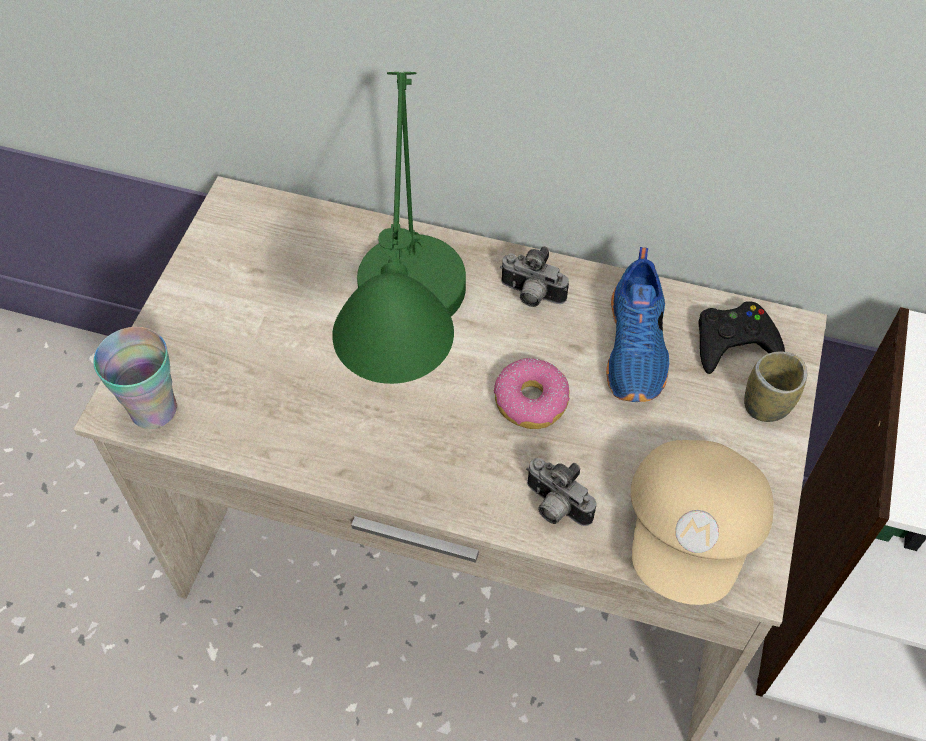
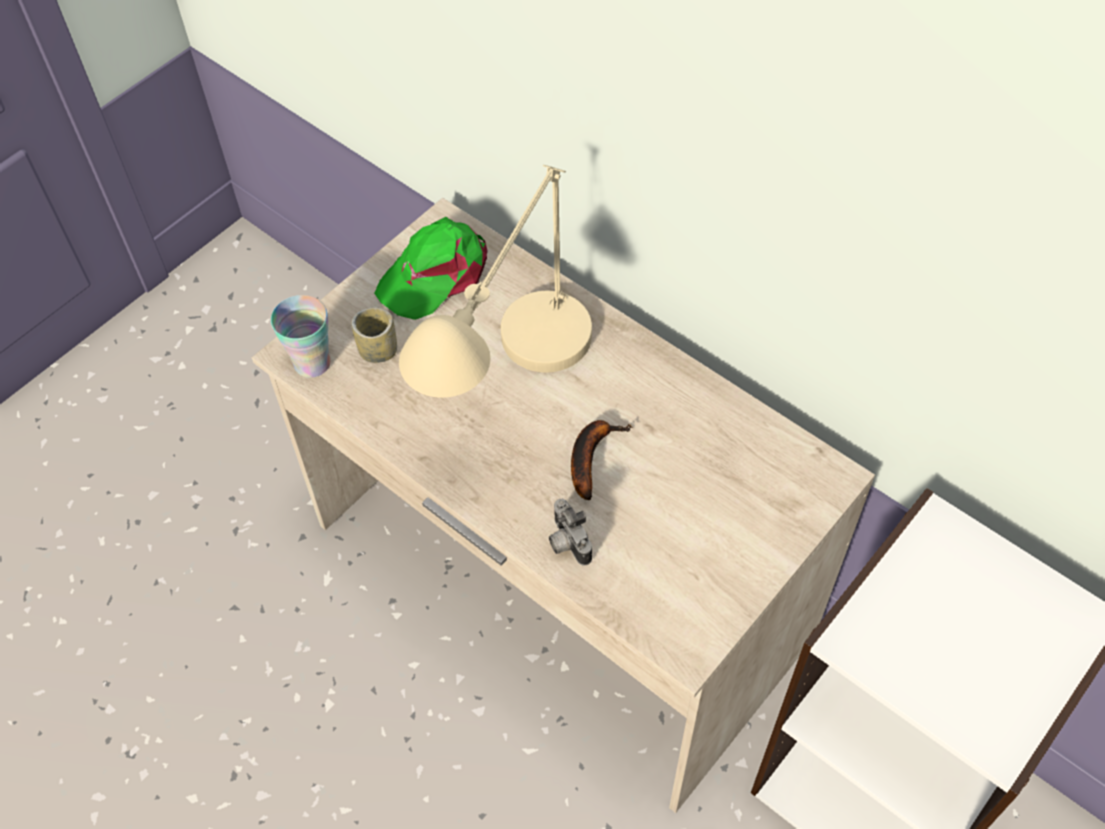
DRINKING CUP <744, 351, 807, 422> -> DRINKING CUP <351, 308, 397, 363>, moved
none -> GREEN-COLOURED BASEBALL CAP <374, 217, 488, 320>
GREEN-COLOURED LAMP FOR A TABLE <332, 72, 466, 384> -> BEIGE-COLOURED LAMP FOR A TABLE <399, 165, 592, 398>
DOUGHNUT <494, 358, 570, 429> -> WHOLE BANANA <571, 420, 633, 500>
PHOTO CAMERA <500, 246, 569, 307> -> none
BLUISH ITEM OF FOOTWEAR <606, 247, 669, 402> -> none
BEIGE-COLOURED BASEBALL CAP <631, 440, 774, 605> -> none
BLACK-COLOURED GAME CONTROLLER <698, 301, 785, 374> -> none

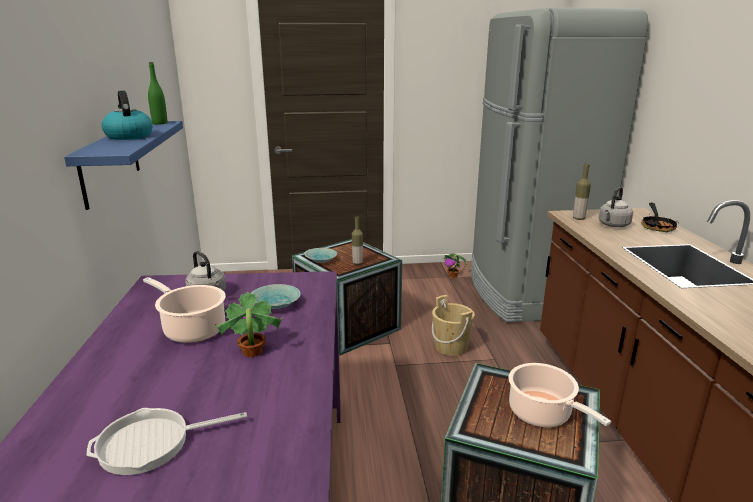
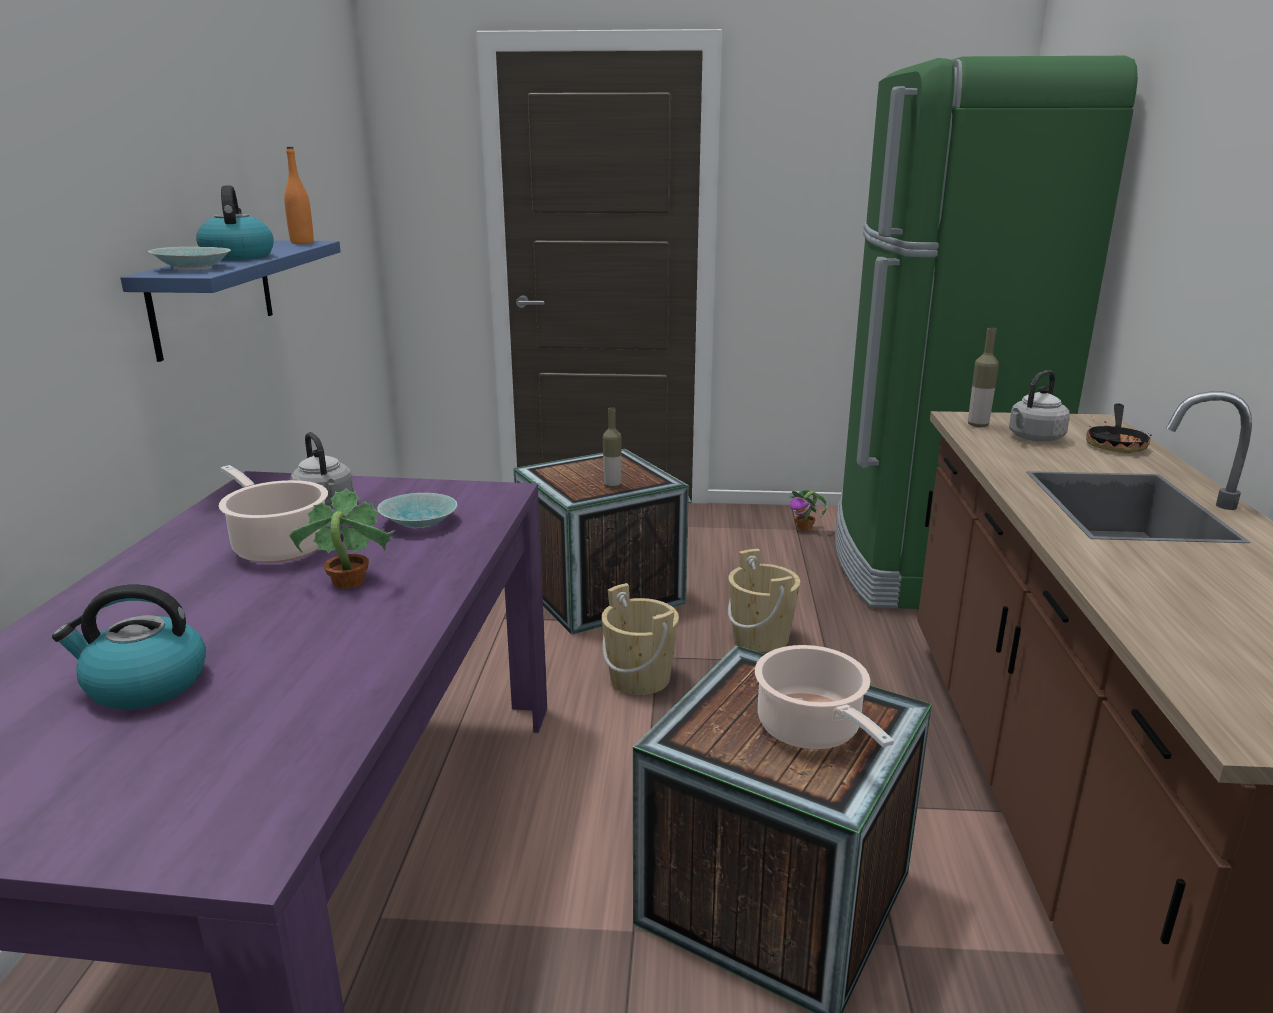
FRYING PAN <87, 408, 247, 475> -> WATER KETTLE <52, 584, 206, 709>
TURQUOISE-COLOURED SERVING BOWL <304, 248, 337, 263> -> TURQUOISE-COLOURED SERVING BOWL <148, 247, 231, 270>, moved
GREEN-COLOURED BOTTLE <148, 62, 167, 125> -> ORANGEY BOTTLE <284, 147, 314, 244>
none -> BEIGE-COLOURED PAIL <601, 583, 679, 695>
GREY REFRIGERATOR <471, 8, 648, 323> -> GREEN-COLOURED REFRIGERATOR <835, 56, 1138, 609>

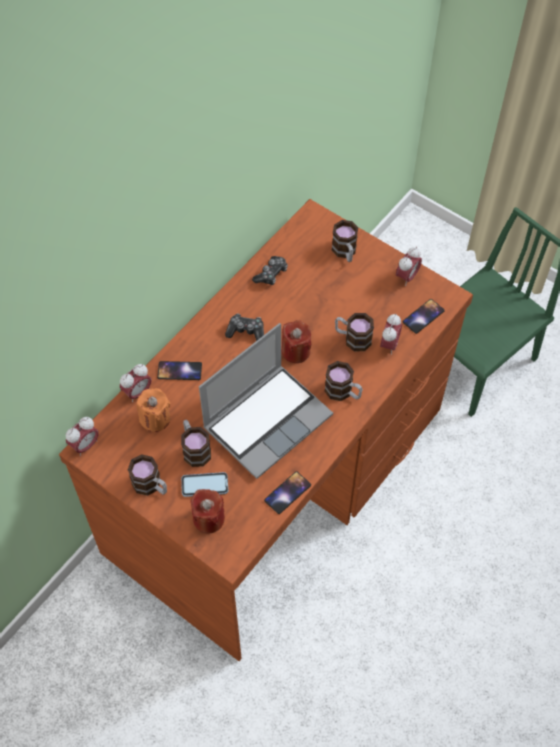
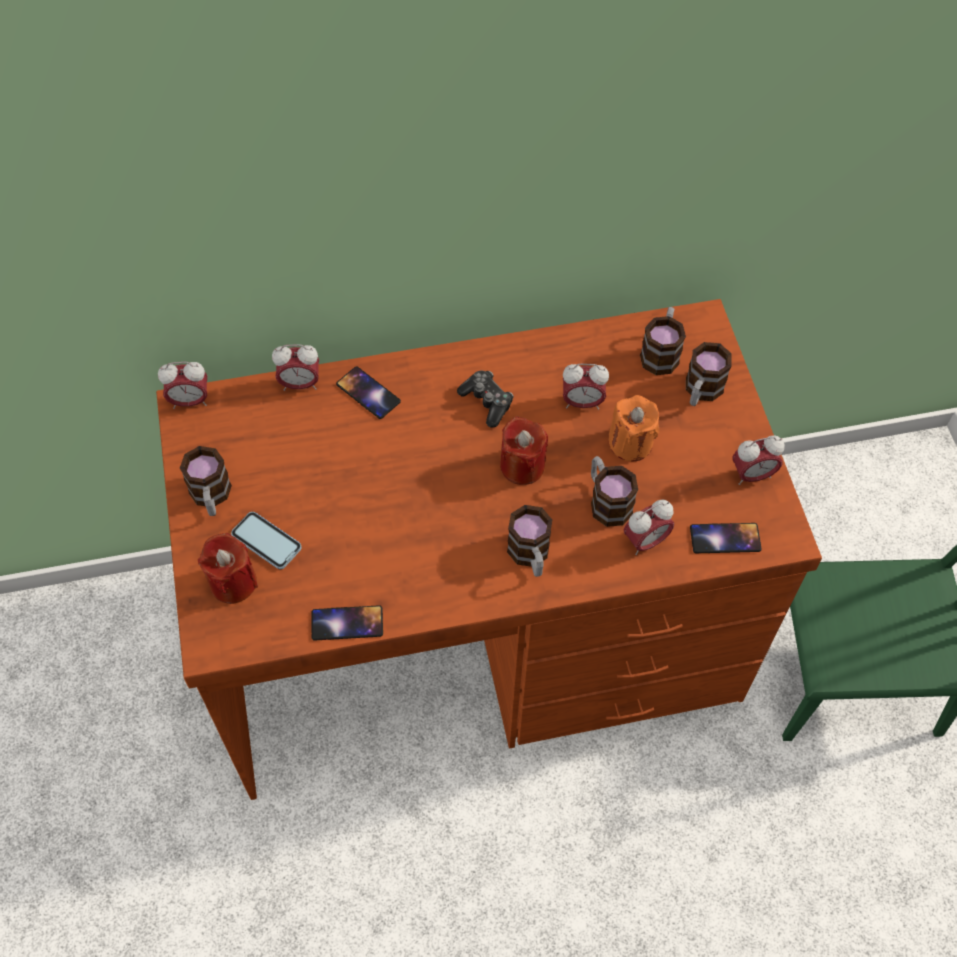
none -> TABLE CLOCK <563, 364, 609, 410>
ORANGEY CANDLE <137, 388, 170, 432> -> ORANGEY CANDLE <609, 395, 659, 461>, moved
MUG <181, 420, 211, 467> -> MUG <640, 307, 686, 375>, moved
LAPTOP <199, 323, 333, 479> -> none
GAME CONTROLLER <252, 256, 288, 285> -> none

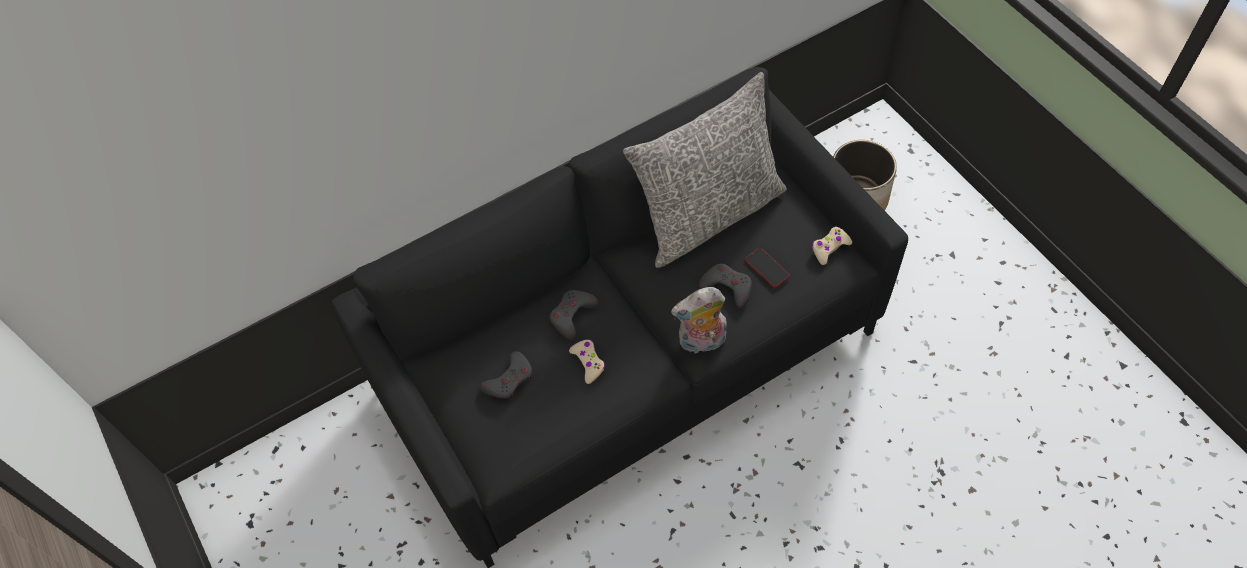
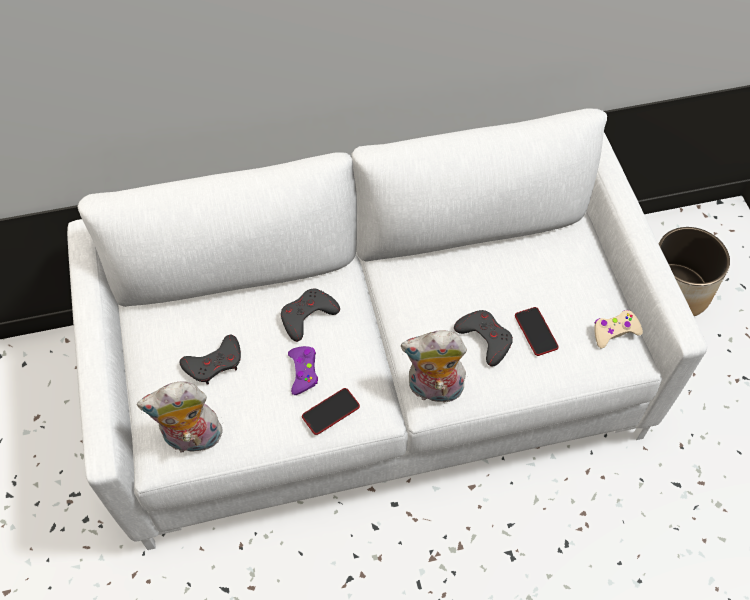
BLACK-COLOURED SETTEE <332, 67, 908, 568> -> WHITISH SETTEE <67, 108, 707, 550>
none -> CUDDLY TOY <137, 381, 223, 452>
BEIGE-COLOURED GAME CONTROLLER <569, 340, 605, 384> -> PURPLE GAME CONTROLLER <288, 346, 318, 395>
none -> TELEPHONE <302, 388, 360, 435>
GREY PILLOW <623, 72, 787, 268> -> none

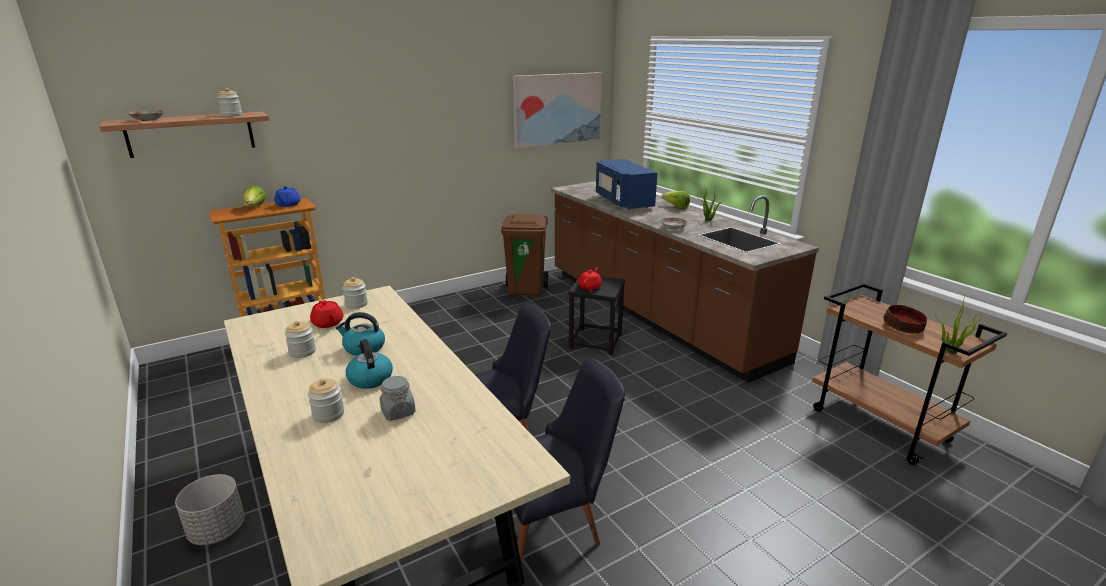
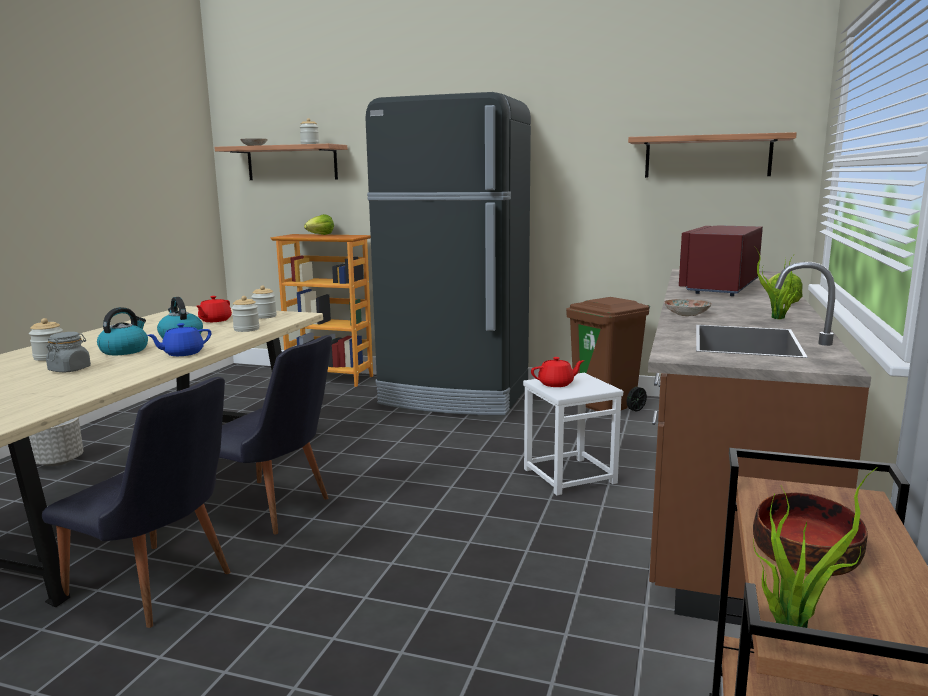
BLUISH POT FOR TEA <274, 186, 301, 207> -> BLUISH POT FOR TEA <147, 323, 211, 356>, moved
JAR <285, 321, 316, 358> -> JAR <232, 296, 259, 332>, moved
none -> BLACK-COLOURED REFRIGERATOR <365, 92, 531, 415>
BLACK-COLOURED SITTING STOOL <568, 276, 625, 355> -> WHITISH SITTING STOOL <523, 373, 623, 496>
WALL PICTURE <513, 72, 602, 148> -> BRACKET SHELF <628, 132, 797, 178>
BLUISH MICROWAVE <596, 159, 657, 210> -> RED MICROWAVE <679, 225, 763, 296>

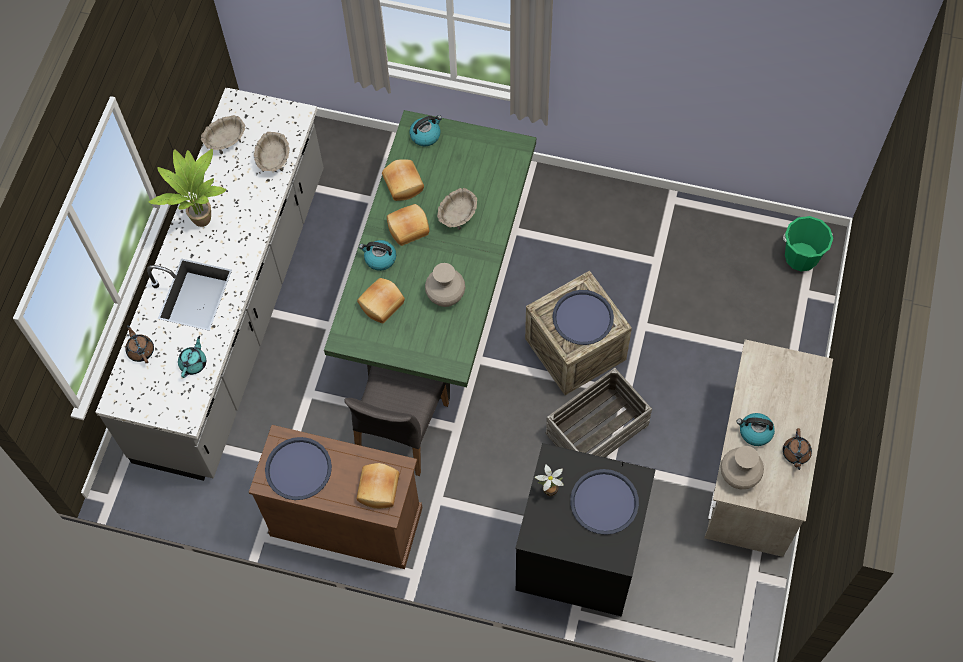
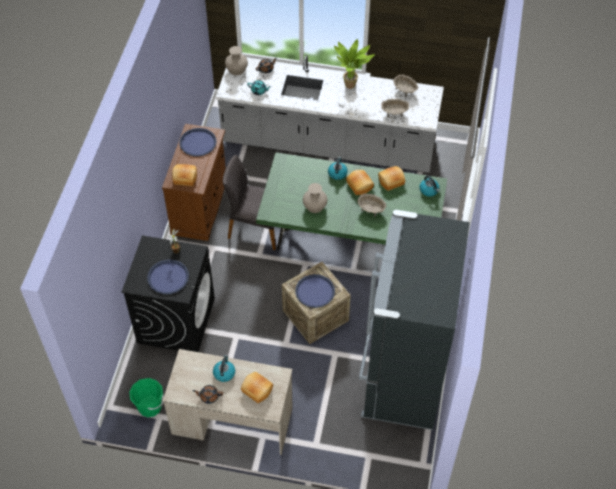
GREEN-COLOURED PAIL <783, 216, 833, 272> -> GREEN-COLOURED PAIL <129, 378, 164, 417>, moved
BEIGE-COLOURED VASE <720, 446, 764, 489> -> BEIGE-COLOURED VASE <225, 46, 248, 75>, moved
BREAD <357, 278, 405, 323> -> BREAD <241, 372, 273, 403>, moved
none -> BLACK-COLOURED REFRIGERATOR <359, 210, 470, 430>
SHIPPING CRATE <545, 368, 652, 457> -> none

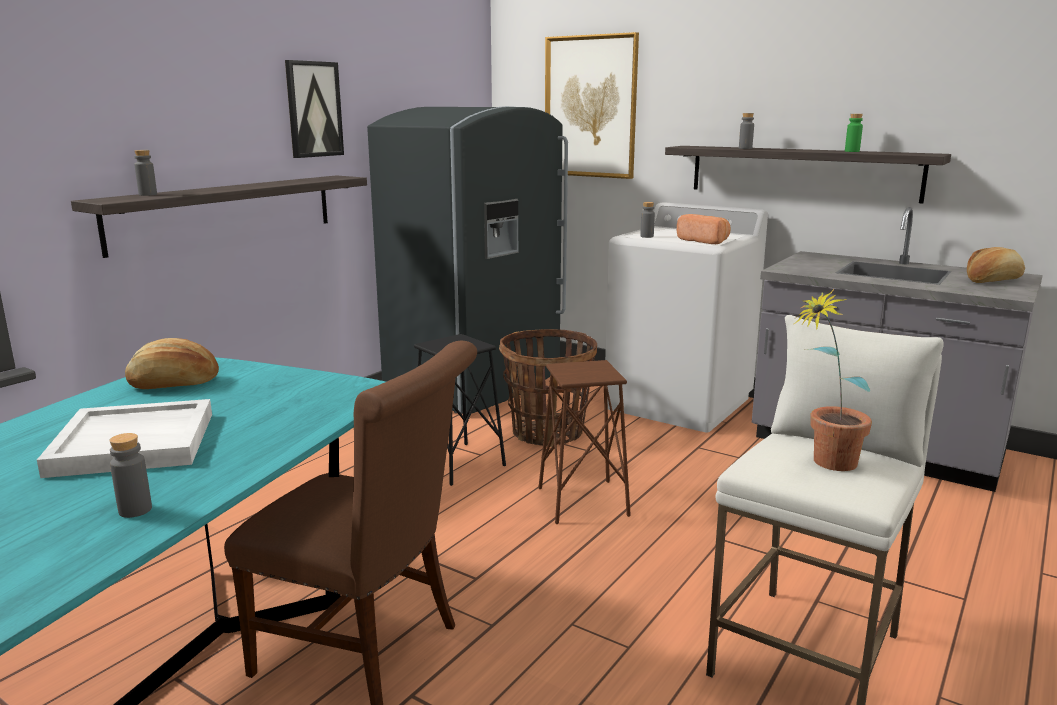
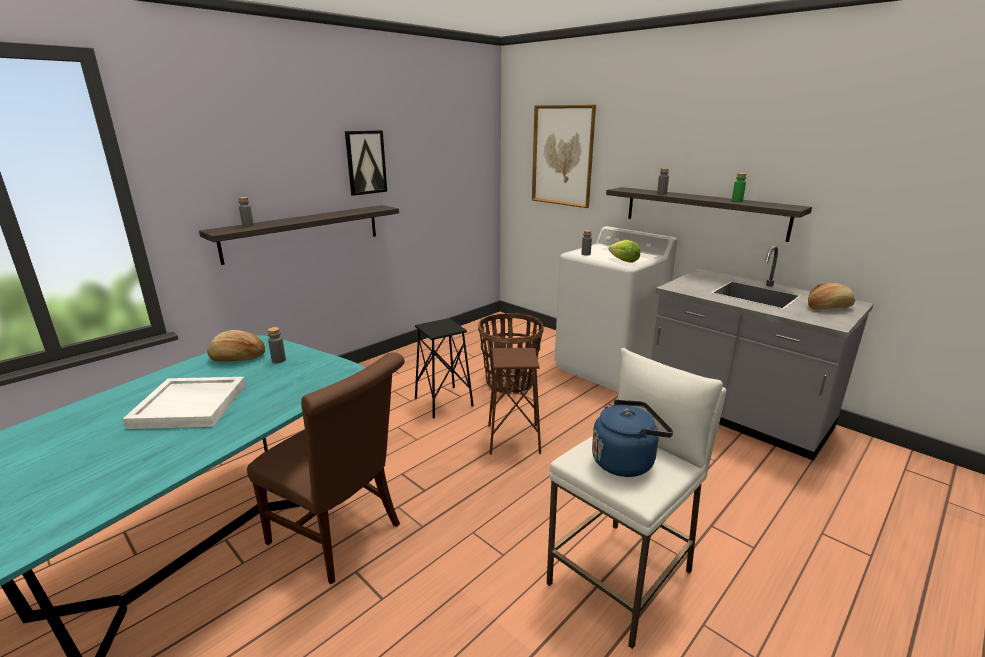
GREY BOTTLE <109, 433, 152, 518> -> GREY BOTTLE <268, 327, 286, 363>, moved
PLANT IN A POT <794, 289, 872, 471> -> BLUISH WATER KETTLE <592, 399, 673, 477>
BREAD <677, 214, 730, 244> -> LETTUCE HEAD <609, 240, 640, 263>
GREY REFRIGERATOR <367, 106, 568, 414> -> none

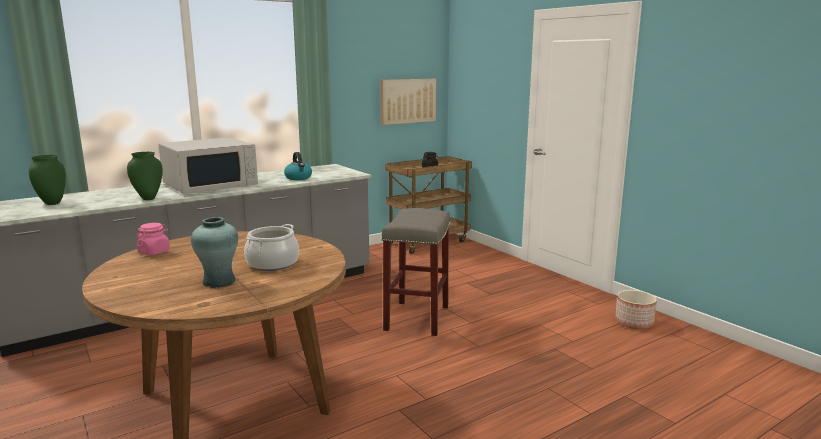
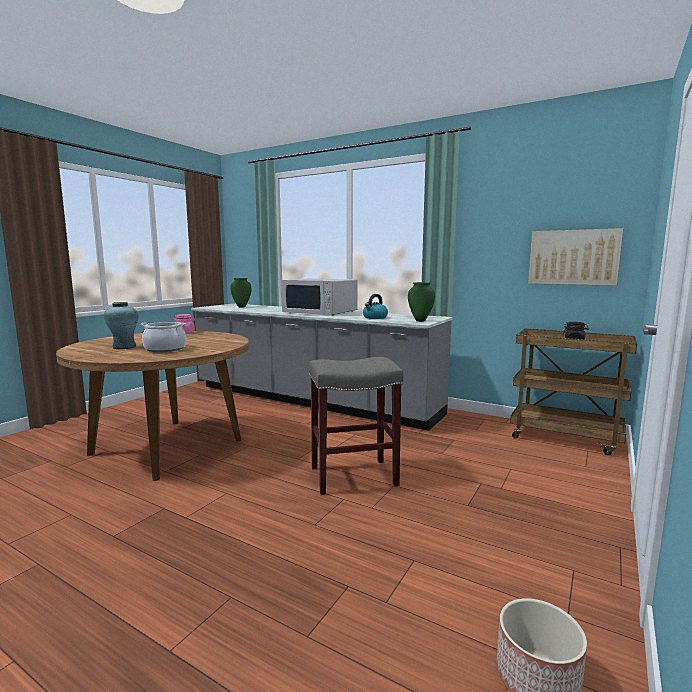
GREEN-COLOURED VASE <127, 152, 163, 200> -> GREEN-COLOURED VASE <408, 282, 435, 322>, moved

